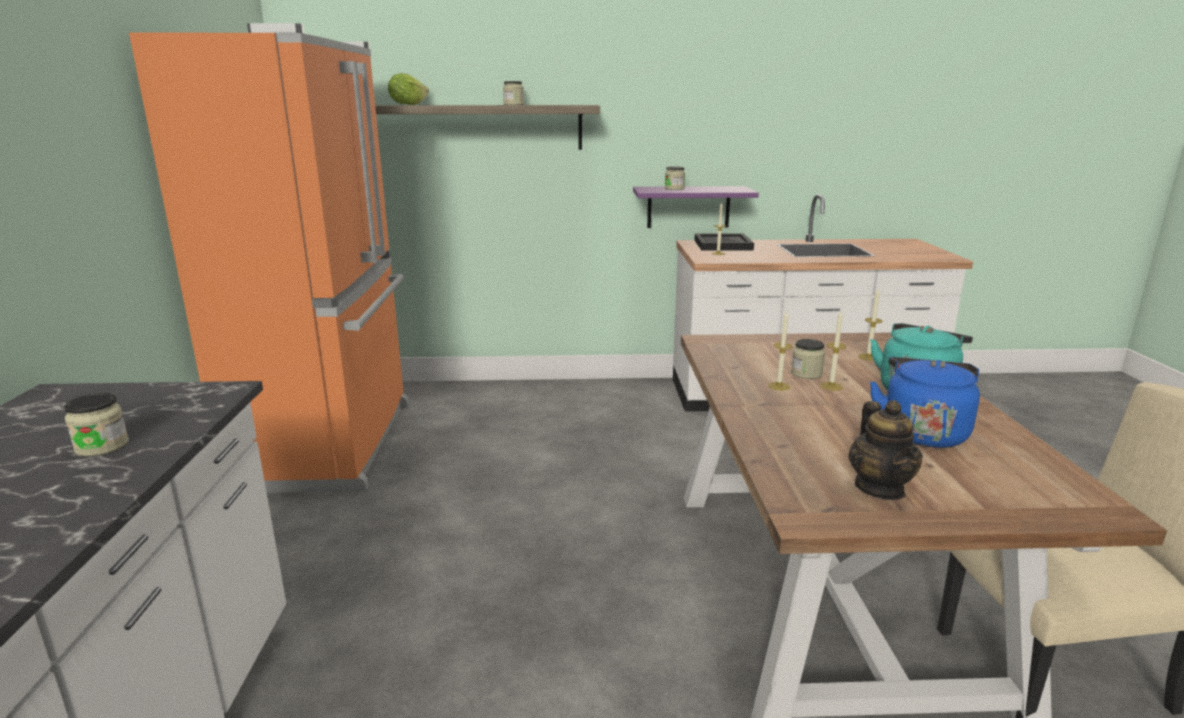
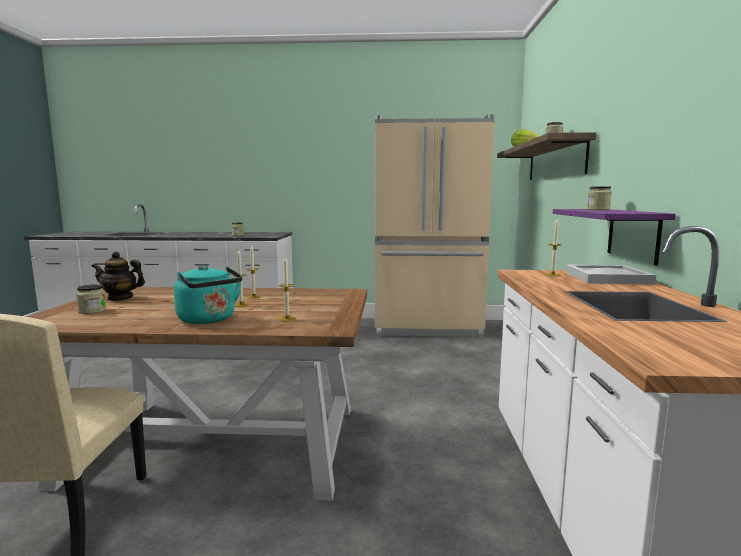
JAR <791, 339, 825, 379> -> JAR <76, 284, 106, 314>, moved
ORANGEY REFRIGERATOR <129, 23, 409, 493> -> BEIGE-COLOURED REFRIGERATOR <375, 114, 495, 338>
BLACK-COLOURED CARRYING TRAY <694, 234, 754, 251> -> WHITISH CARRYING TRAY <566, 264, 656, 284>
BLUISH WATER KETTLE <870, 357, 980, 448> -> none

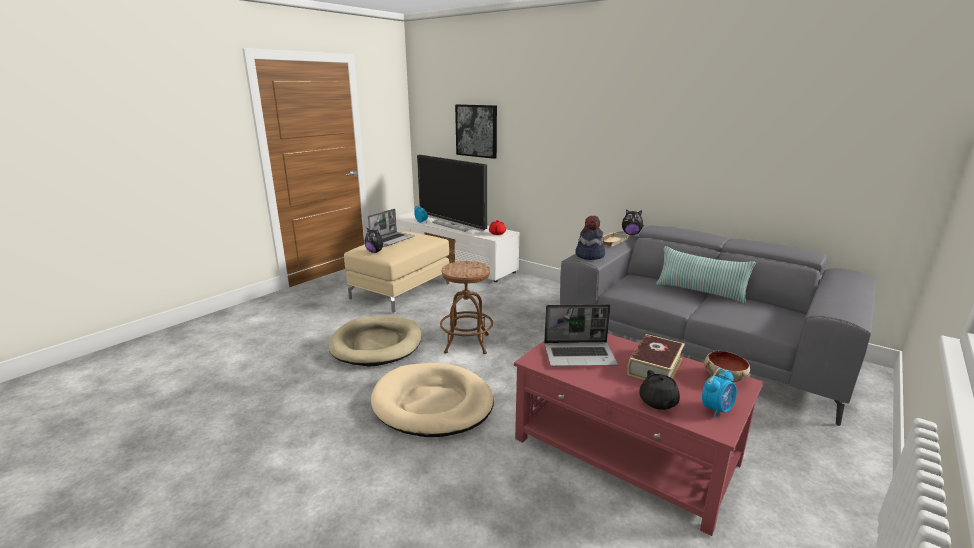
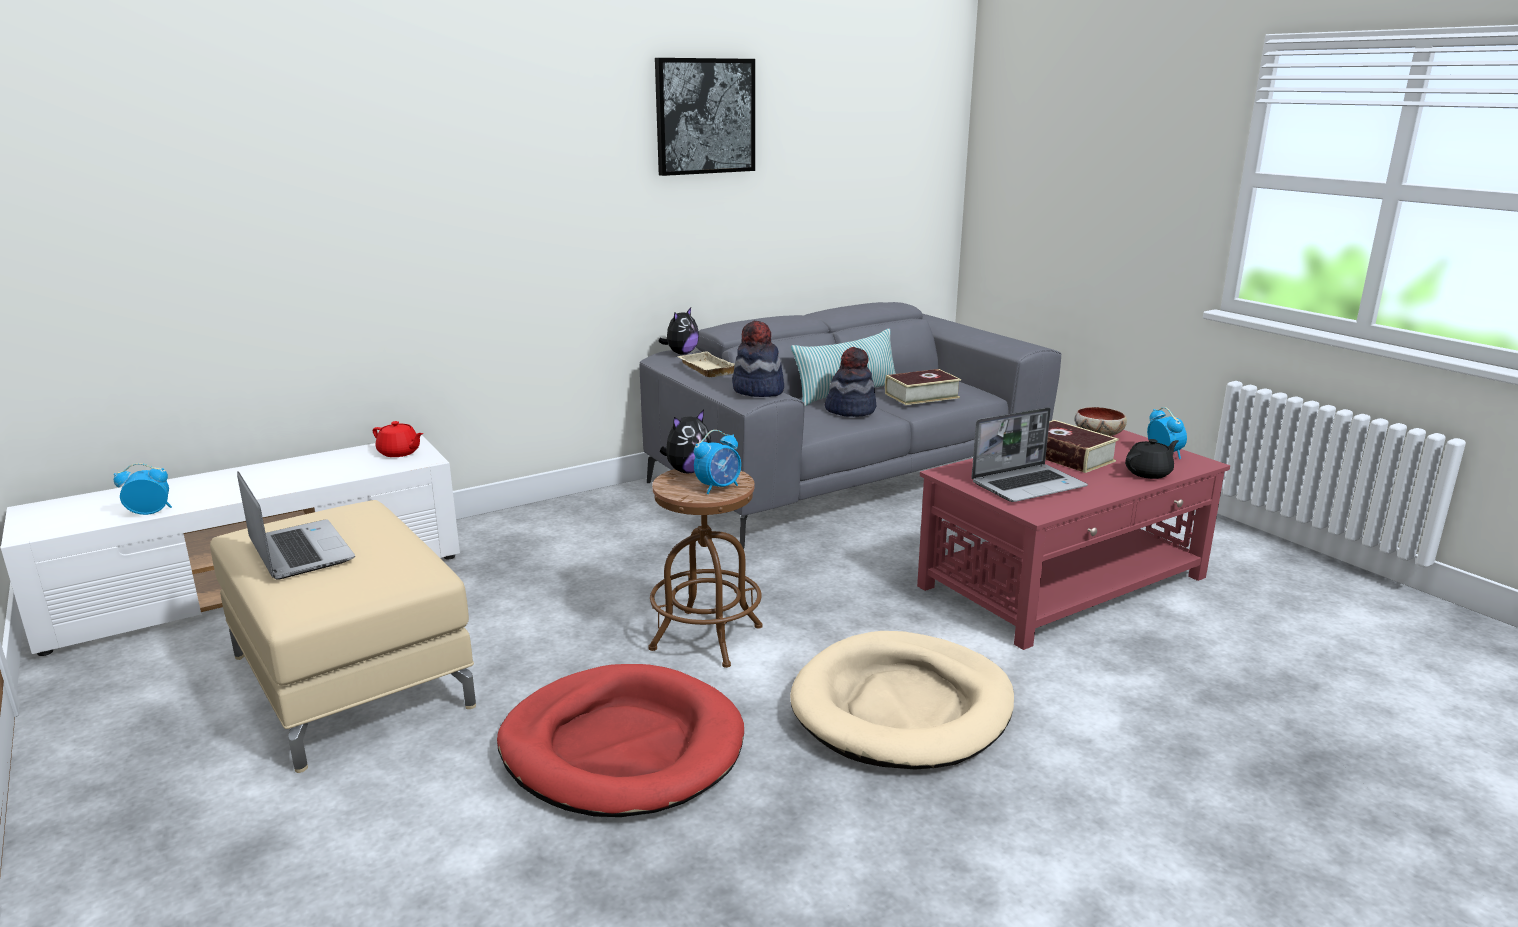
BEIGE-COLOURED DOG CUSHION <329, 316, 422, 366> -> RED DOG CUSHION <497, 664, 744, 817>
WALL PICTURE <455, 104, 497, 159> -> WALL PICTURE <655, 58, 755, 176>, moved
CUDDLY TOY <364, 228, 387, 253> -> CUDDLY TOY <660, 410, 711, 473>, moved
none -> TABLE CLOCK <694, 430, 741, 494>
none -> CLOTHING HAT <825, 347, 876, 417>
none -> BOUND BOOK <885, 369, 961, 405>
LAPTOP <544, 304, 618, 366> -> LAPTOP <971, 407, 1088, 502>, 45 degrees clockwise
BLACK-COLOURED POT FOR TEA <639, 370, 680, 410> -> BLACK-COLOURED POT FOR TEA <1125, 439, 1179, 479>, 45 degrees counterclockwise
TV SET <417, 155, 487, 232> -> none

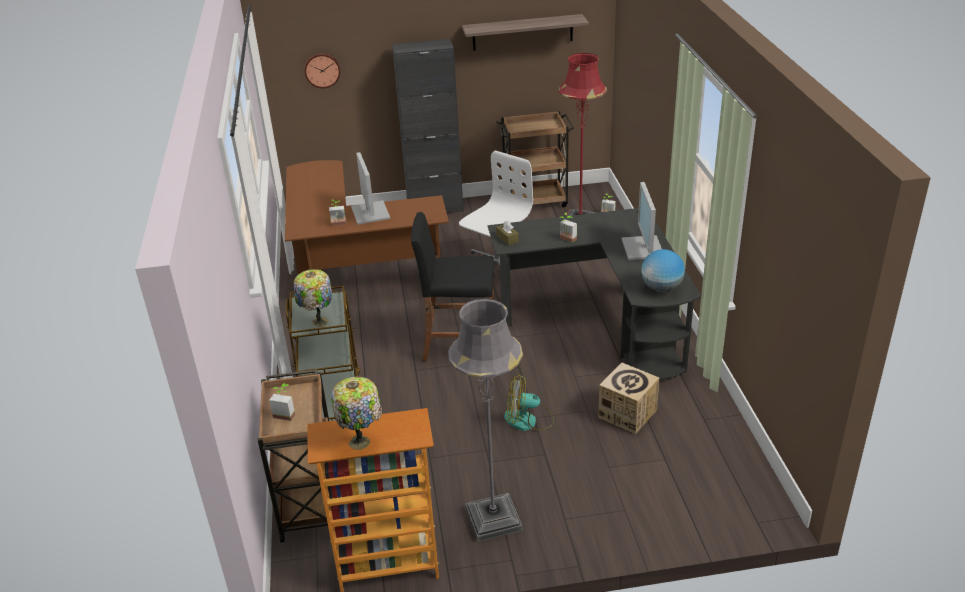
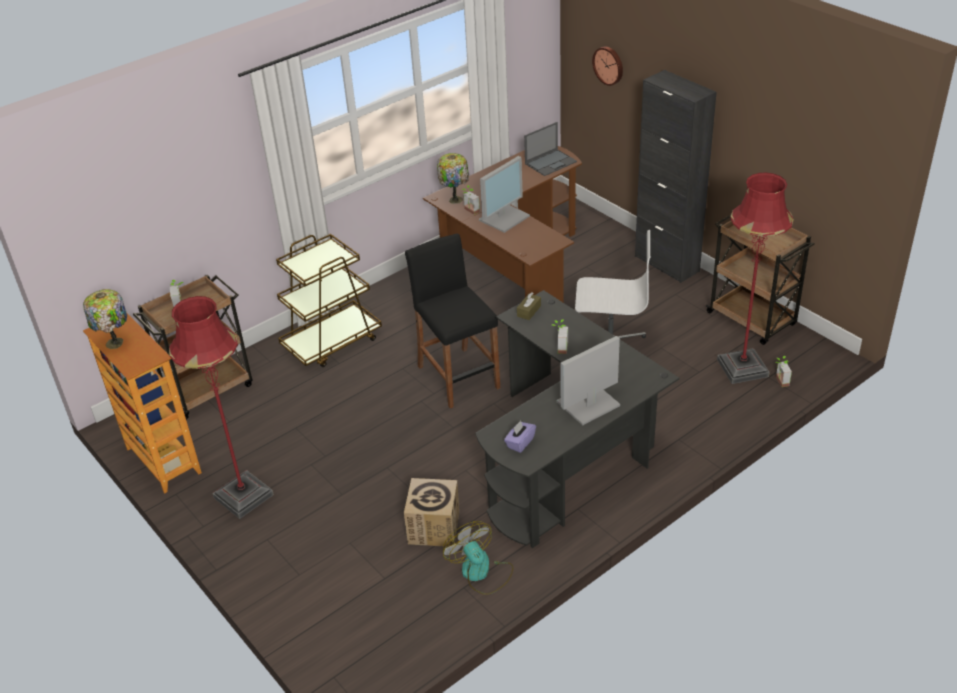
GREY STANDING LAMP <448, 298, 523, 542> -> RED STANDING LAMP <169, 296, 274, 519>
LAMP FOR A TABLE <294, 269, 332, 328> -> LAMP FOR A TABLE <437, 153, 469, 204>, moved
FAN <504, 374, 554, 431> -> FAN <443, 521, 513, 595>, moved
GLOBE <641, 249, 685, 292> -> PURPLE TISSUE BOX <504, 421, 536, 453>
none -> LAPTOP <524, 122, 577, 176>
BRACKET SHELF <462, 14, 589, 51> -> none

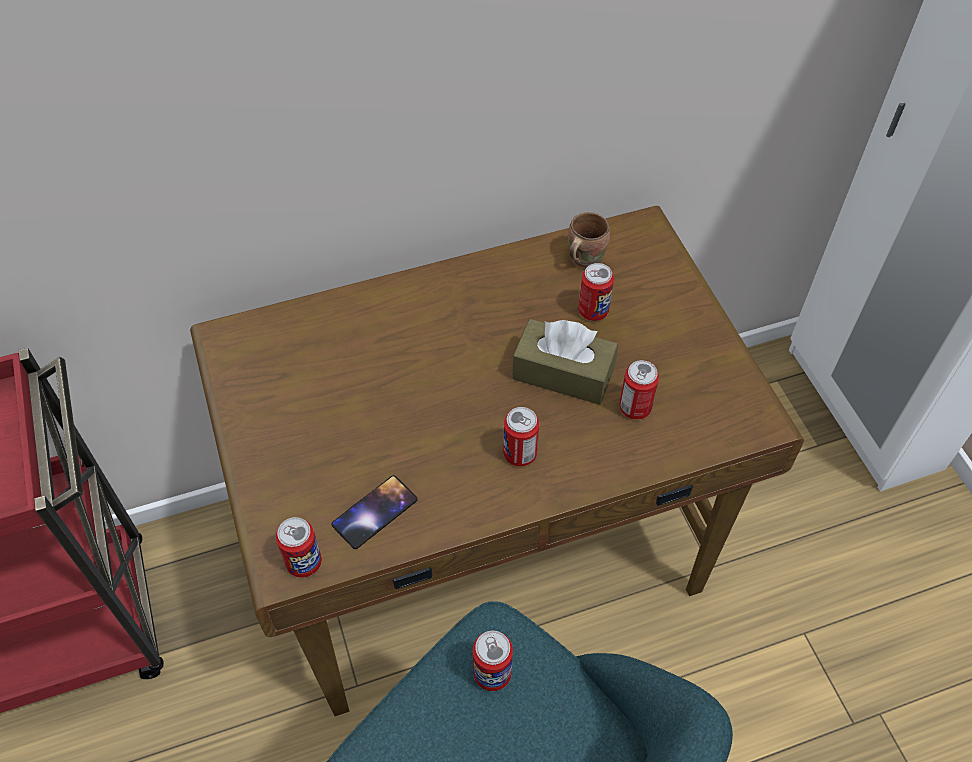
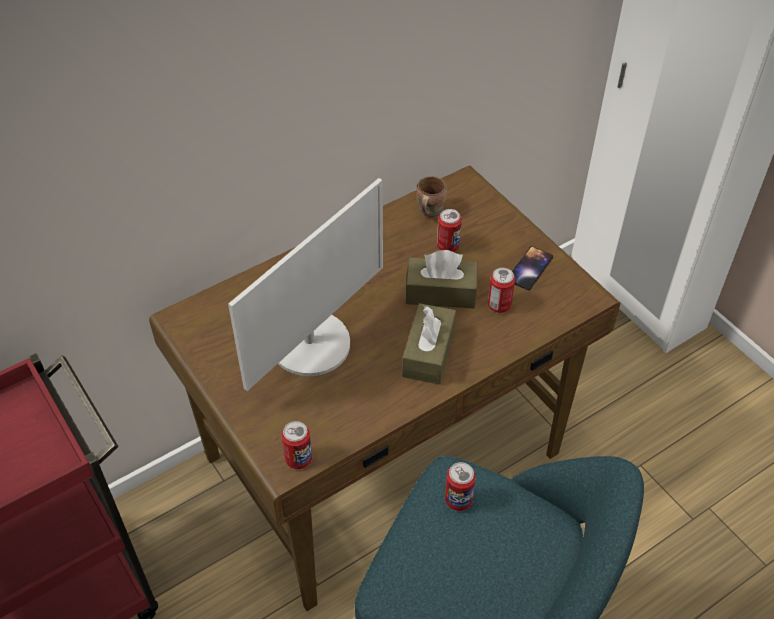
none -> COMPUTER SCREEN <228, 178, 383, 391>
METAL CAN <503, 407, 539, 466> -> BROWNISH TISSUE BOX <402, 303, 456, 385>
TELEPHONE <331, 475, 418, 549> -> TELEPHONE <512, 246, 553, 290>, moved

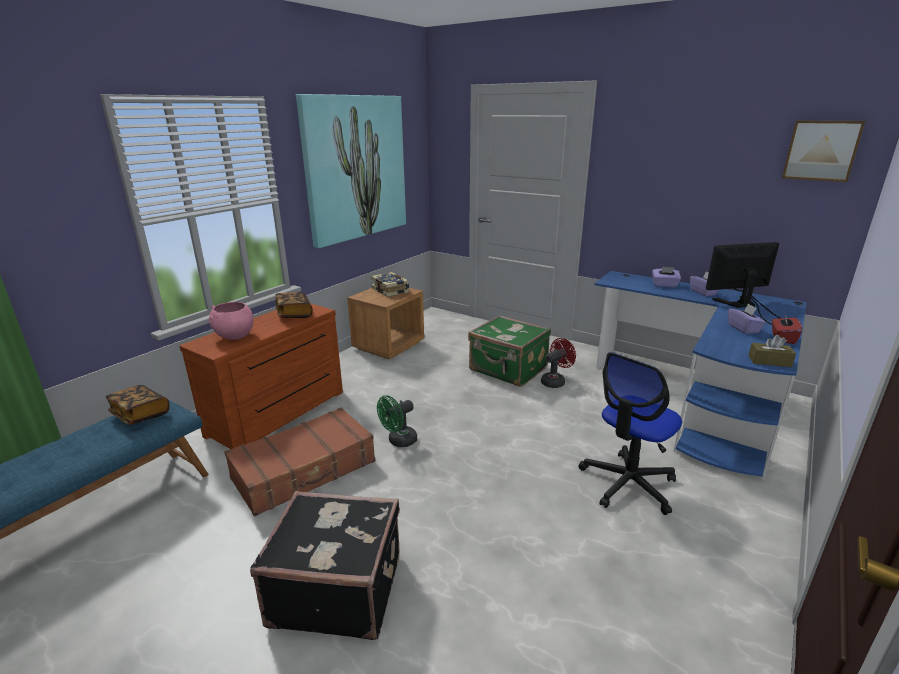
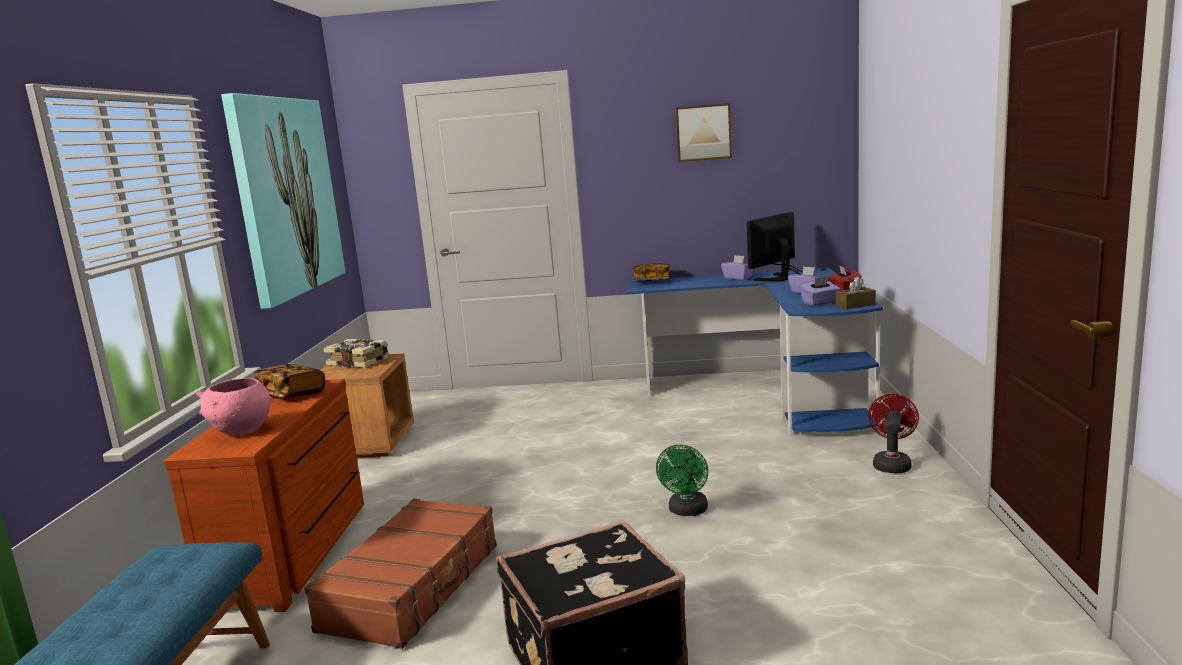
BOUND BOOK <106, 385, 170, 425> -> BOUND BOOK <632, 263, 670, 280>, moved
GREEN-COLOURED FAN <377, 395, 417, 447> -> GREEN-COLOURED FAN <656, 444, 708, 516>, moved
WALL PICTURE <782, 121, 865, 182> -> WALL PICTURE <676, 103, 732, 162>, moved
PURPLE TISSUE BOX <652, 266, 681, 287> -> PURPLE TISSUE BOX <799, 276, 841, 306>, moved
RED FAN <541, 338, 576, 388> -> RED FAN <868, 394, 919, 473>, moved
GREEN-COLOURED SUITCASE <468, 315, 551, 387> -> none
DESK CHAIR <578, 352, 682, 515> -> none

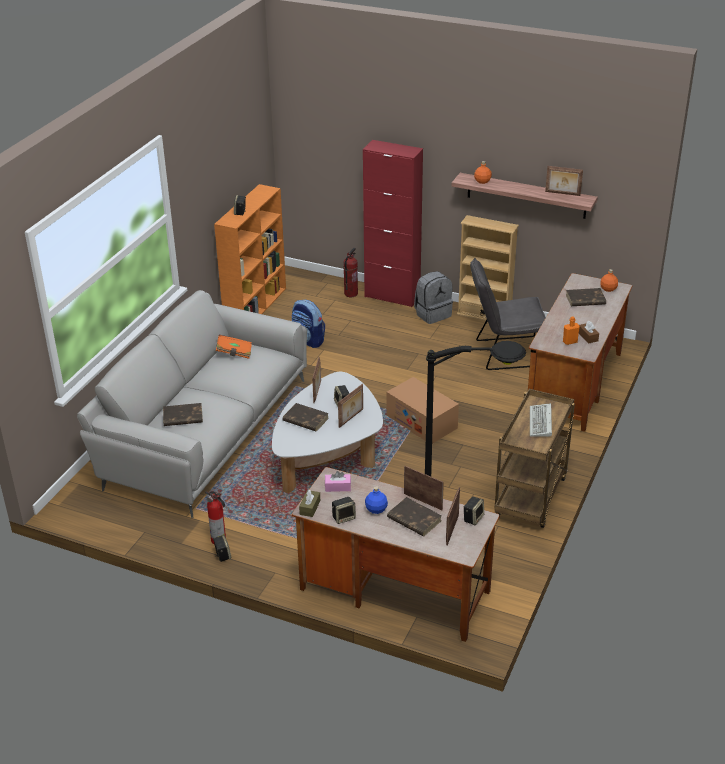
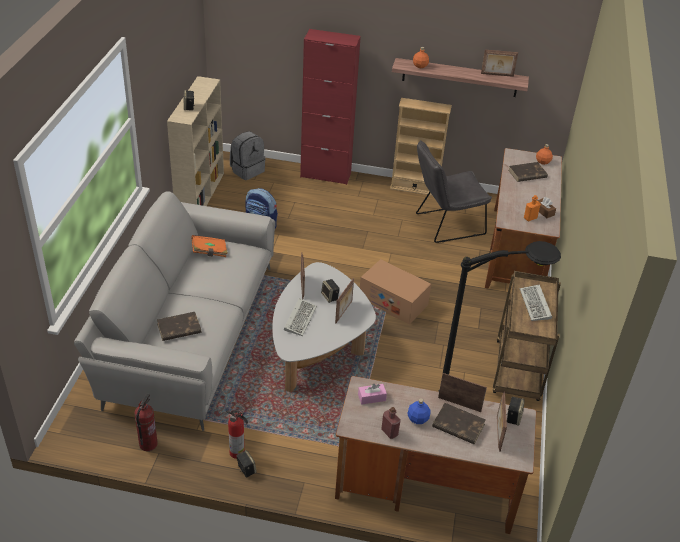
FIRE-FIGHTING CYLINDER <343, 248, 358, 297> -> FIRE-FIGHTING CYLINDER <135, 393, 158, 451>, moved
ORANGEY BOOKCASE <214, 184, 286, 314> -> BEIGE-COLOURED BOOKCASE <167, 76, 224, 206>
GREY RUCKSACK <414, 271, 453, 324> -> GREY RUCKSACK <230, 131, 265, 180>, moved
BROWNISH BOUND BOOK <283, 403, 329, 431> -> PC KEYBOARD <284, 298, 317, 336>
SPEAKER <332, 497, 356, 524> -> RED BOTTLE <381, 407, 401, 439>
BROWNISH TISSUE BOX <299, 489, 320, 517> -> none

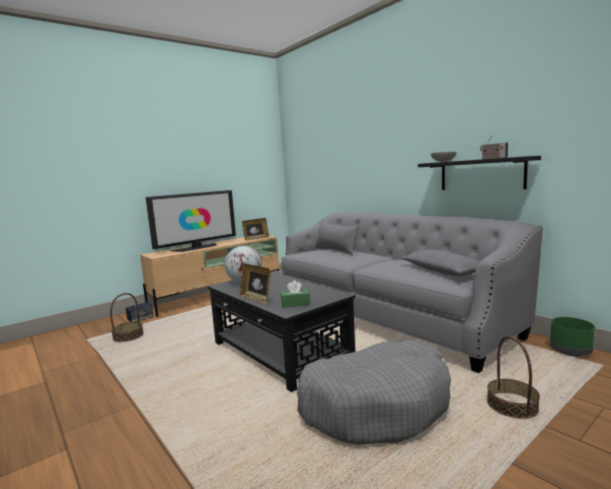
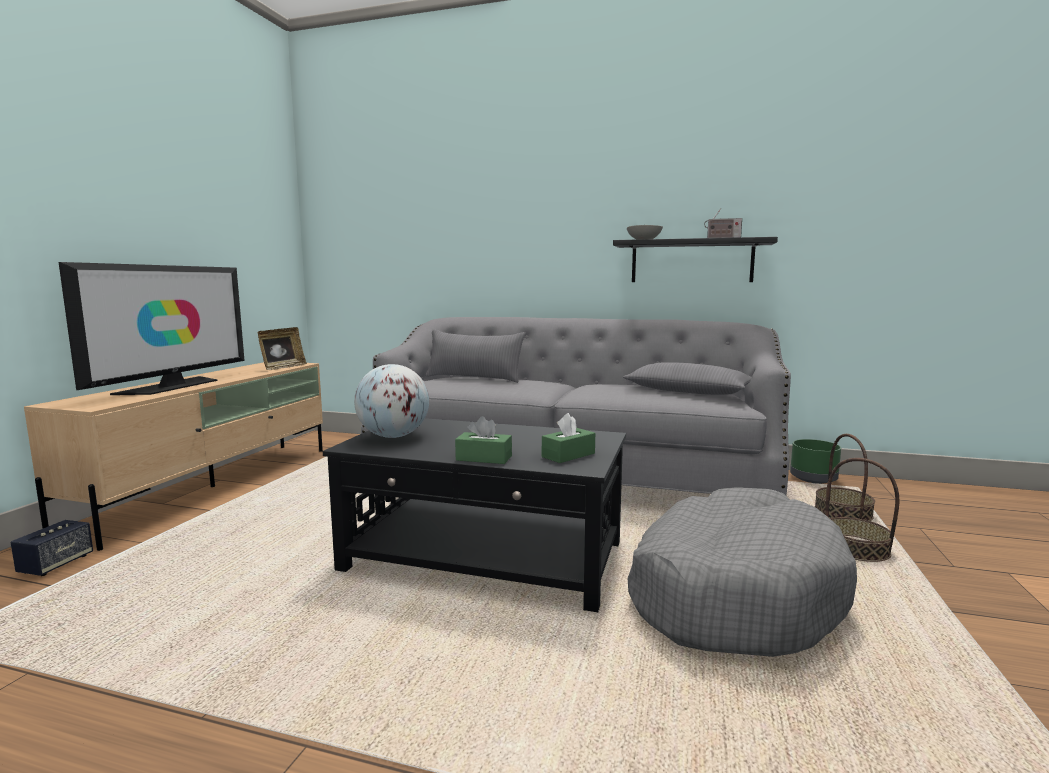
STANDING FRAME <240, 264, 271, 305> -> GREEN-COLOURED TISSUE BOX <455, 416, 512, 464>
HOUSEHOLD BASKET <110, 293, 144, 342> -> HOUSEHOLD BASKET <815, 434, 875, 521>, moved

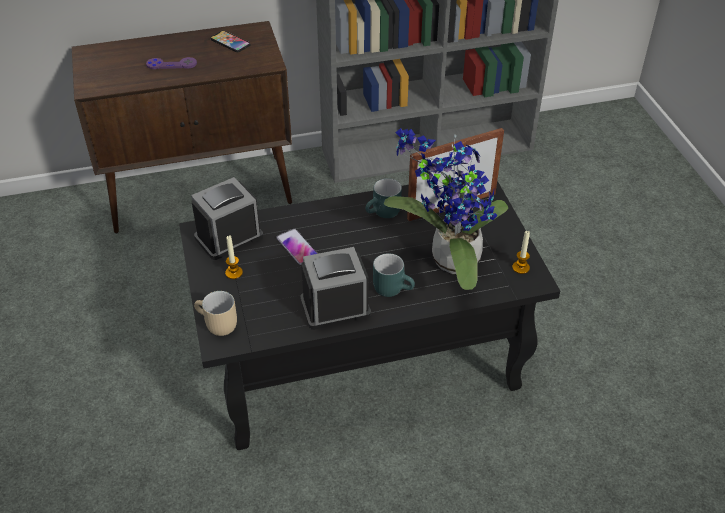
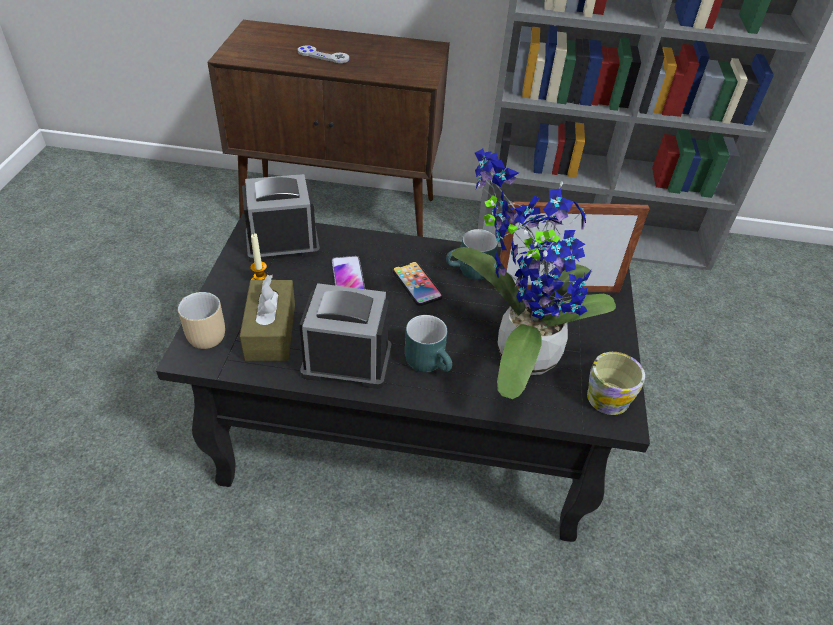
none -> BROWNISH TISSUE BOX <240, 275, 295, 361>
PURPLE GAME CONTROLLER <146, 57, 197, 69> -> GREY GAME CONTROLLER <298, 45, 349, 63>
TELEPHONE <210, 30, 250, 52> -> TELEPHONE <392, 261, 443, 306>, moved
CANDLE <512, 231, 530, 274> -> MUG <587, 352, 645, 415>

